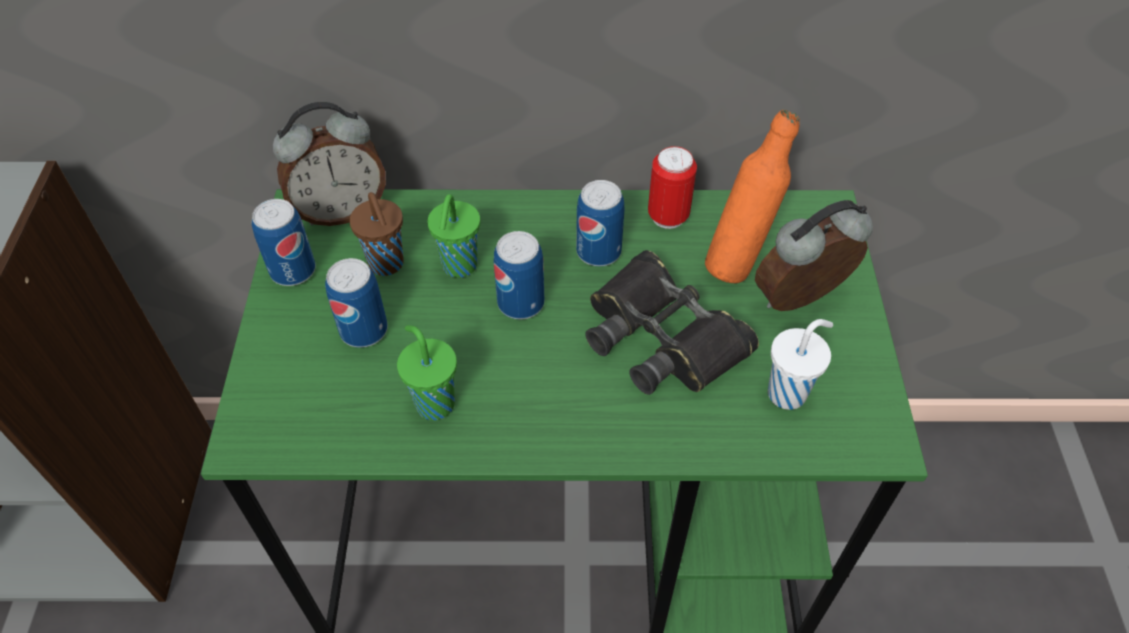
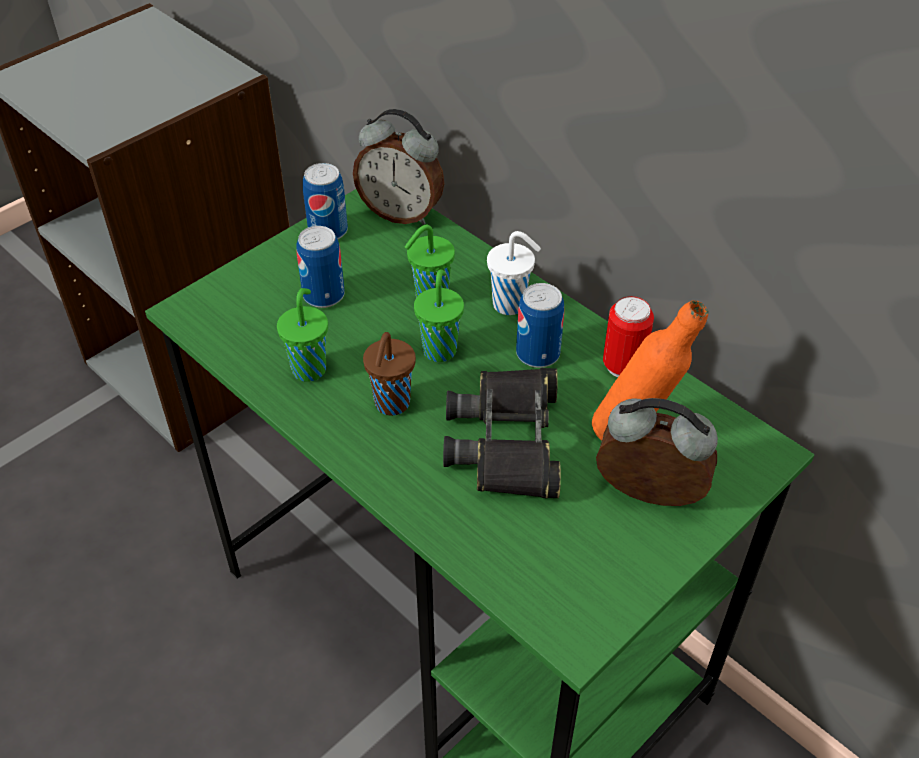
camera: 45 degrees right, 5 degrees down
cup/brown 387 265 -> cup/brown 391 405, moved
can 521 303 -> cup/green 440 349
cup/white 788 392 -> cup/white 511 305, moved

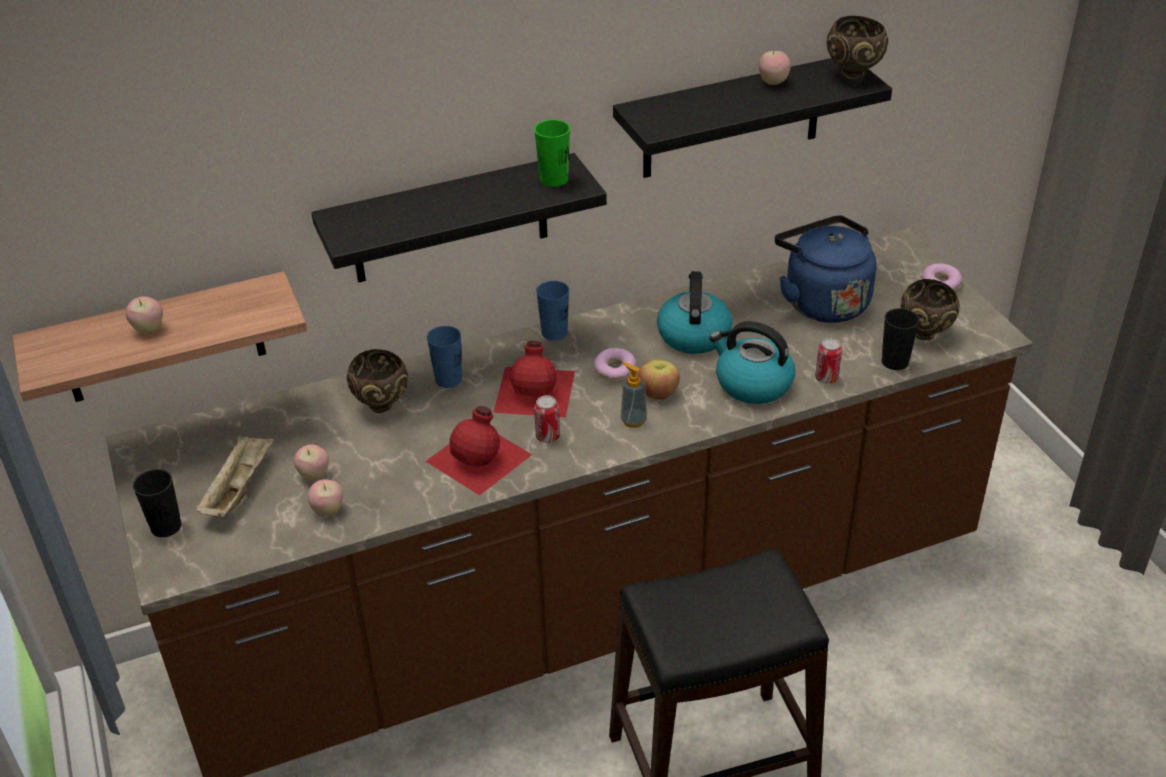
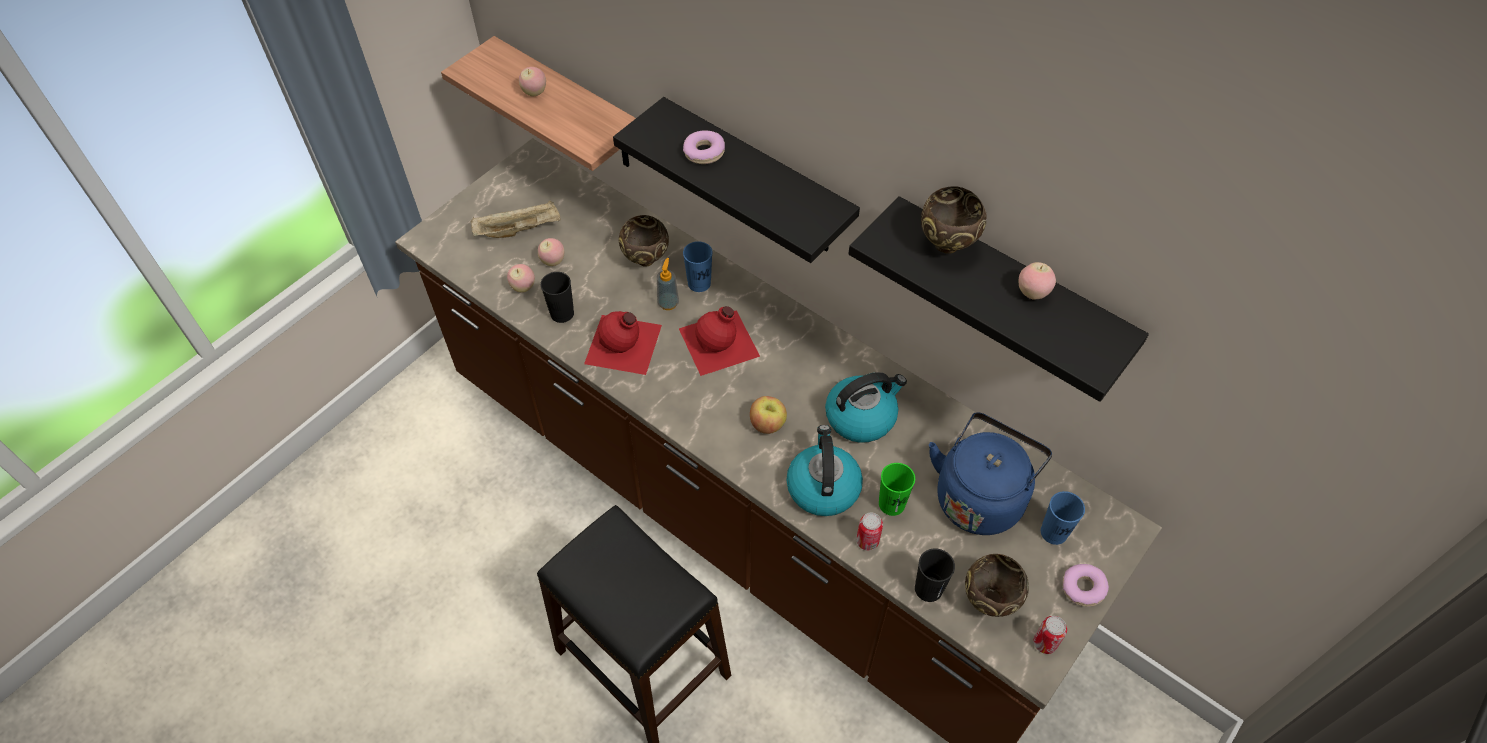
camera: 60 degrees right, 15 degrees up
cup/black 166 526 -> cup/black 562 313, moved
cup/green 554 179 -> cup/green 891 504, moved
can 547 436 -> can 1045 643, moved
cup/blue 554 333 -> cup/blue 1054 532, moved
donut 614 370 -> donut 704 152, moved
soap dispenser 633 420 -> soap dispenser 668 303, moved
bowl/brown 854 75 -> bowl/brown 947 246, moved

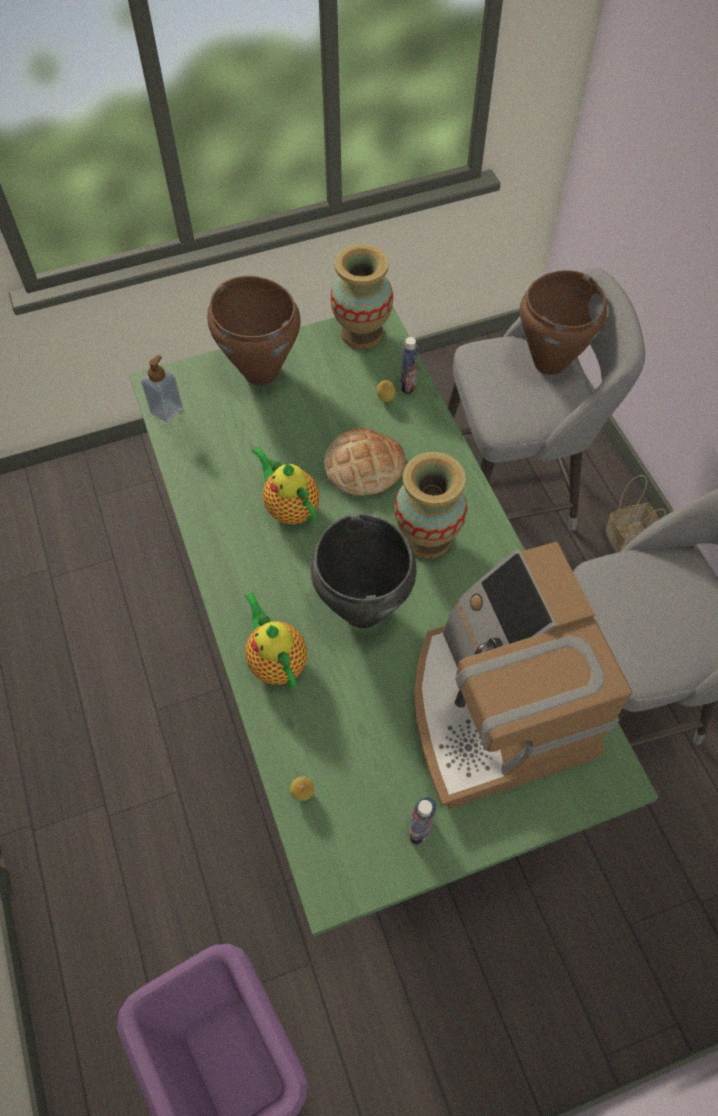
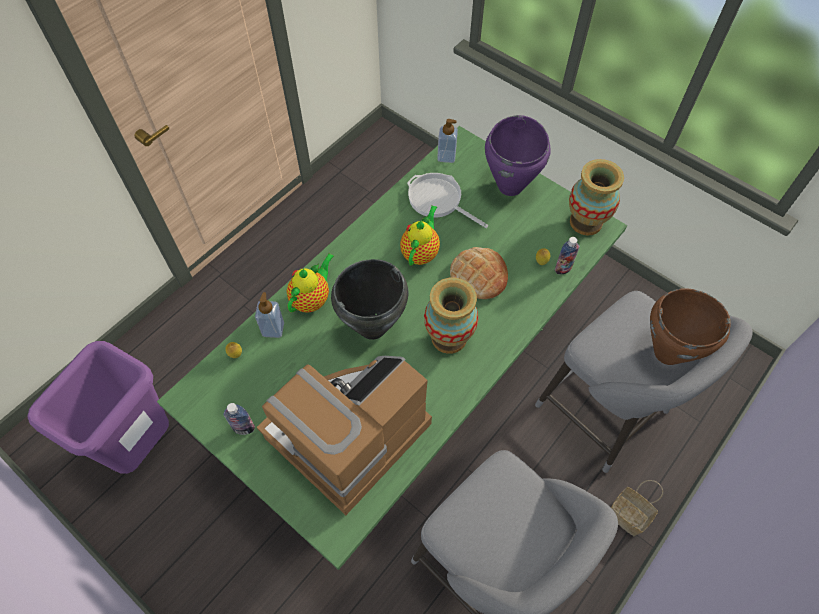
camera: 60 degrees right, 0 degrees up
cooking pot/brown 261 372 -> cooking pot/purple 510 186
none -> soap dispenser 273 329
none -> frying pan 438 200

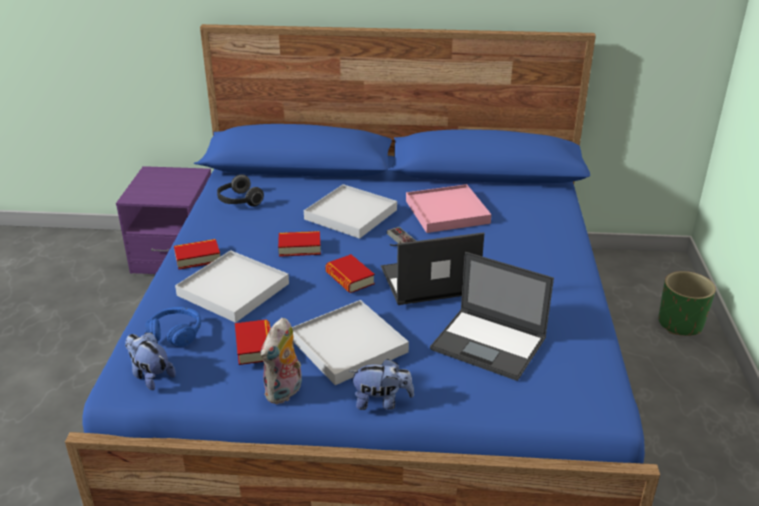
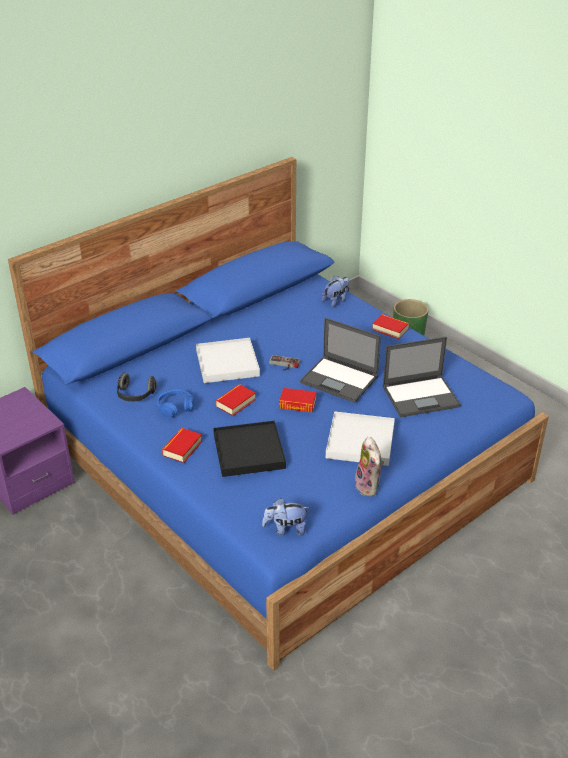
camera: 45 degrees left, 5 degrees up
headphones/blue 175 333 -> headphones/blue 175 407, moved
tray/white 233 289 -> tray/black 249 451
book 254 346 -> book 390 329, moved
plush toy 381 402 -> plush toy 336 301, moved
laptop 428 281 -> laptop 340 380, 90 degrees counterclockwise
tray/pink 447 212 -> none

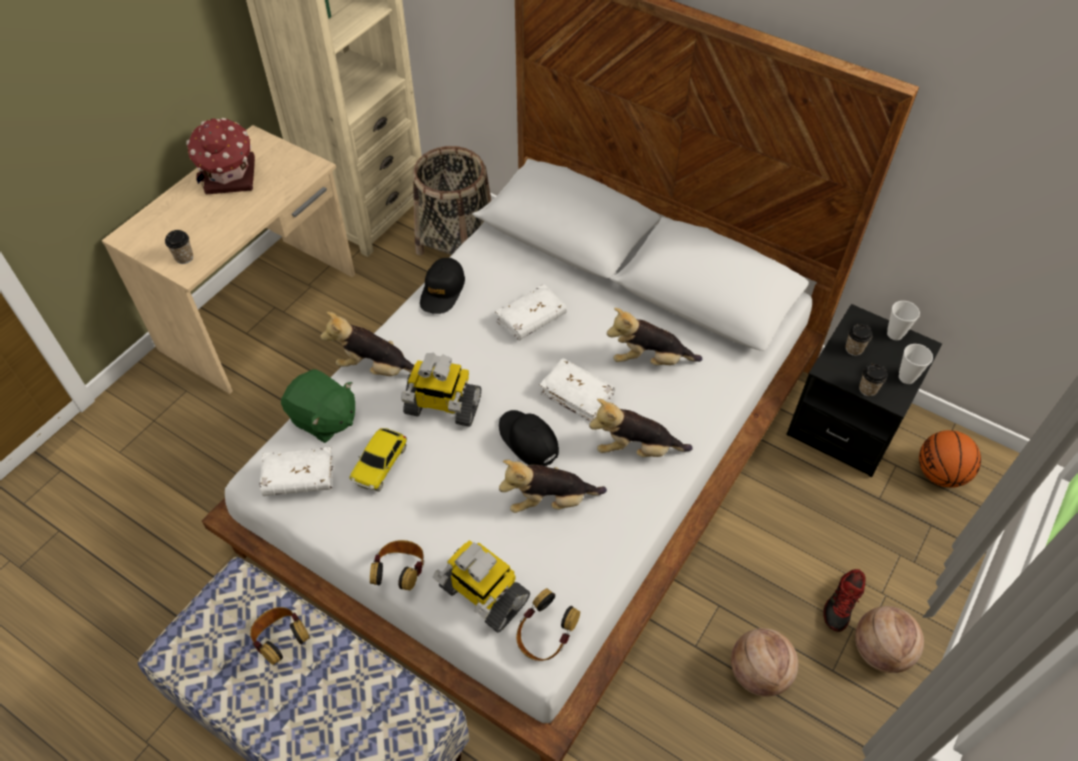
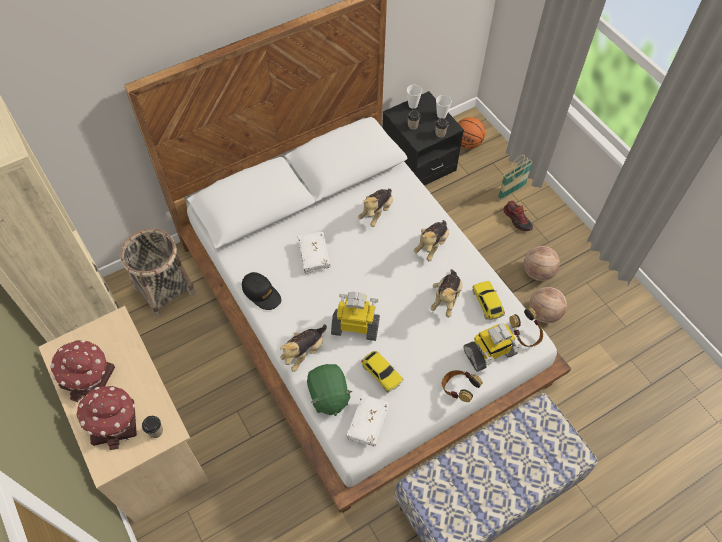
camera: 65 degrees left, 5 degrees up
headphones 281 640 -> none
plush toy/green 323 419 -> plush toy/green 328 396, 105 degrees clockwise
toy robot 442 407 -> toy robot 356 326, 120 degrees counterclockwise
cap/black 528 440 -> none
book/white 577 395 -> none
basketball 880 651 -> basketball 543 313, moved
none -> toy house 115 423
none -> toy car 487 303
none -> basket 511 192

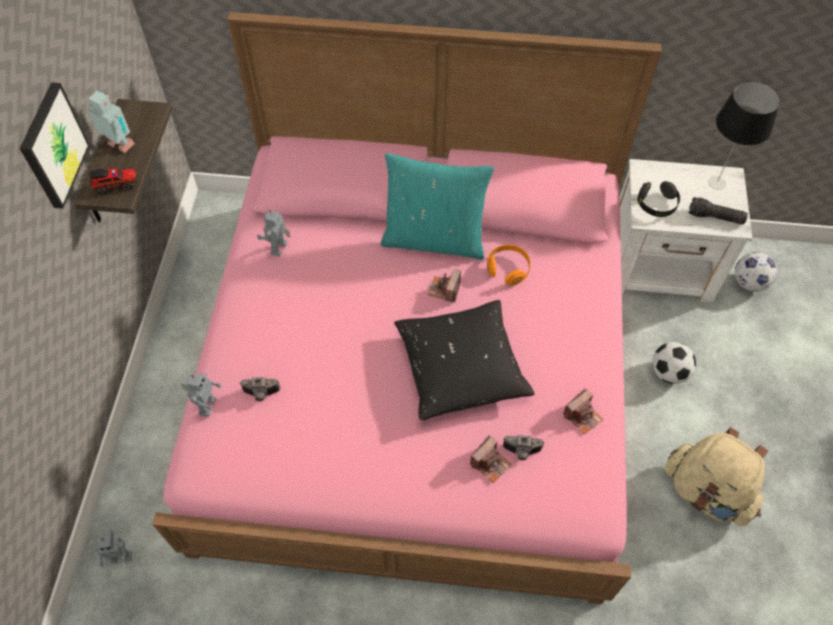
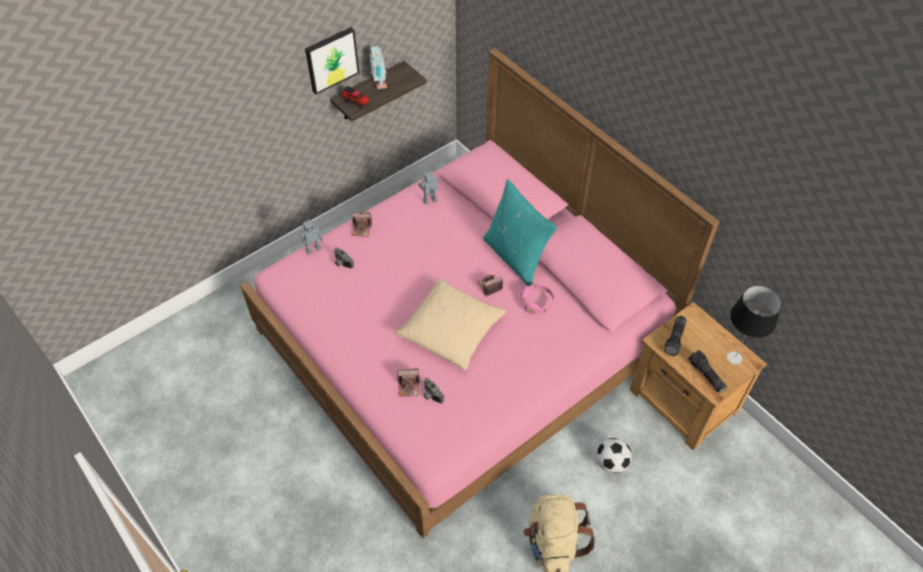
camera: 45 degrees right, 5 degrees down
toy robot 122 556 -> none
pillow/black 461 366 -> pillow/beige 451 330
headphones/orange 508 269 -> headphones/pink 537 303
photo camera 582 416 -> photo camera 361 229, moved
nightstand/white 660 266 -> nightstand/brown 684 402
headphones/black 656 205 -> flashlight 675 339
football 749 282 -> none

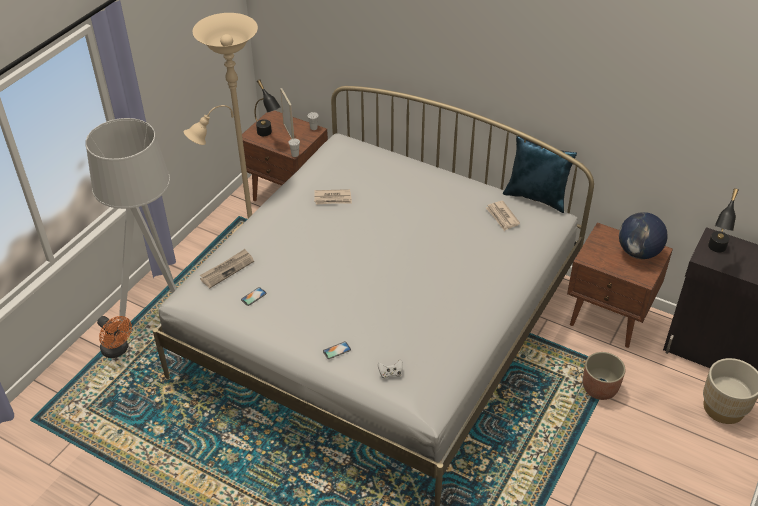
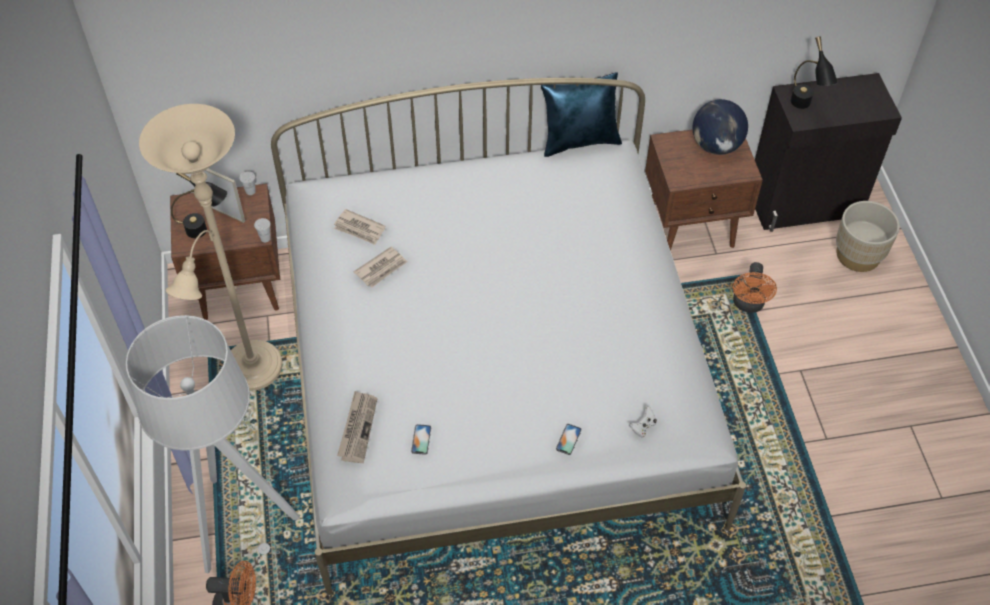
camera: 40 degrees left, 10 degrees up
newspaper 502 217 -> newspaper 359 229, moved
planter 600 388 -> fan/orange 748 305

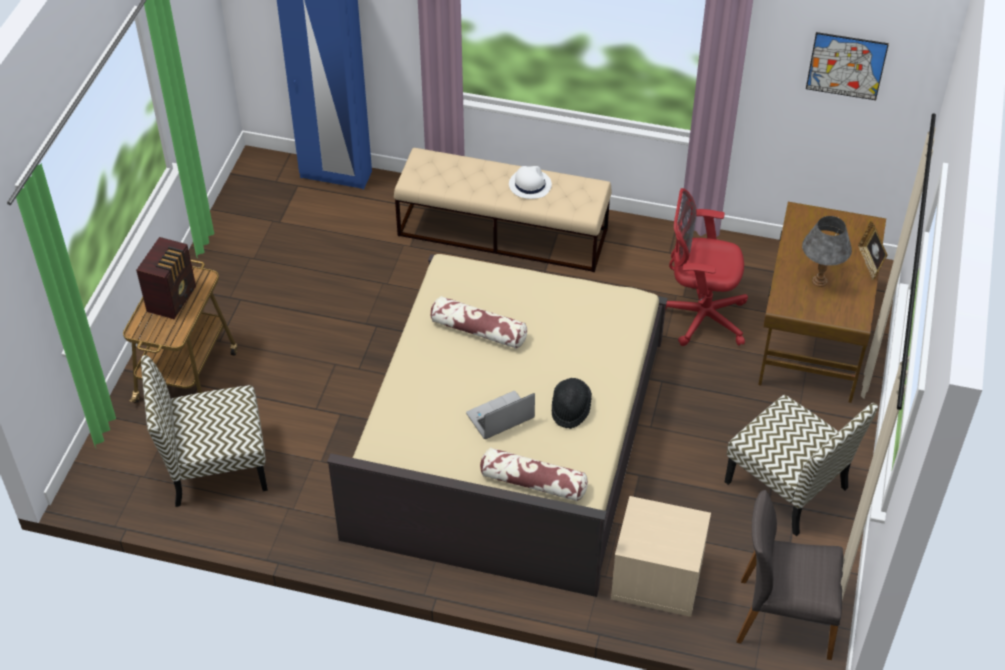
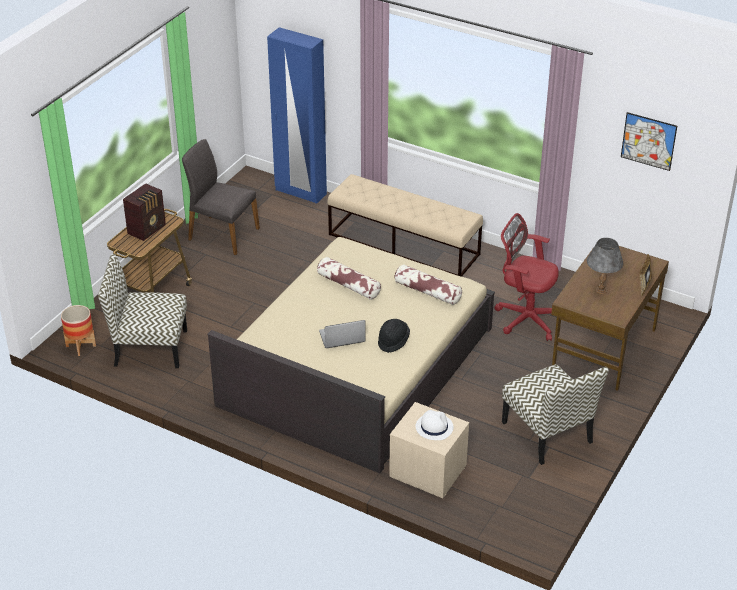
camera: 15 degrees right, 10 degrees down
pillow 533 482 -> pillow 427 292, moved
hat/white 529 184 -> hat/white 434 427, moved
chair/grey 783 616 -> chair/grey 222 234, moved
none -> planter 81 346

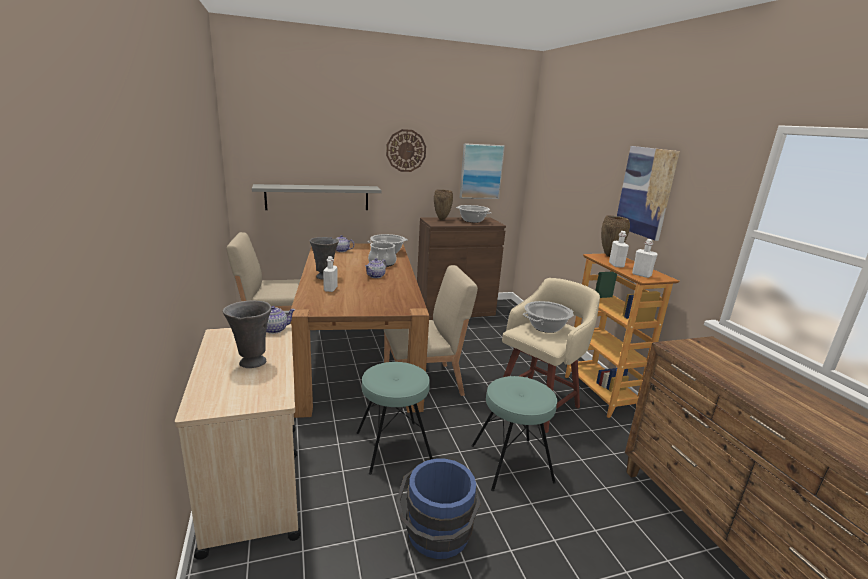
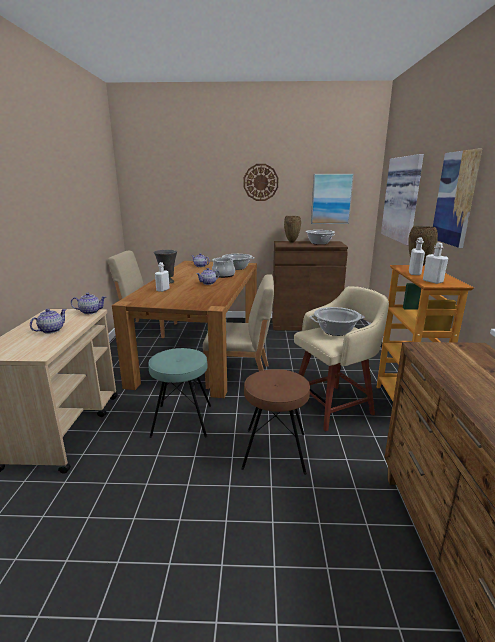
camera: 20 degrees right, 0 degrees up
vase/grey 251 363 -> teapot 51 330
shelf/grey 317 197 -> none
bucket/blue 436 537 -> none
stool/turquoise 511 463 -> stool/brown 274 450
none -> picture 404 199

